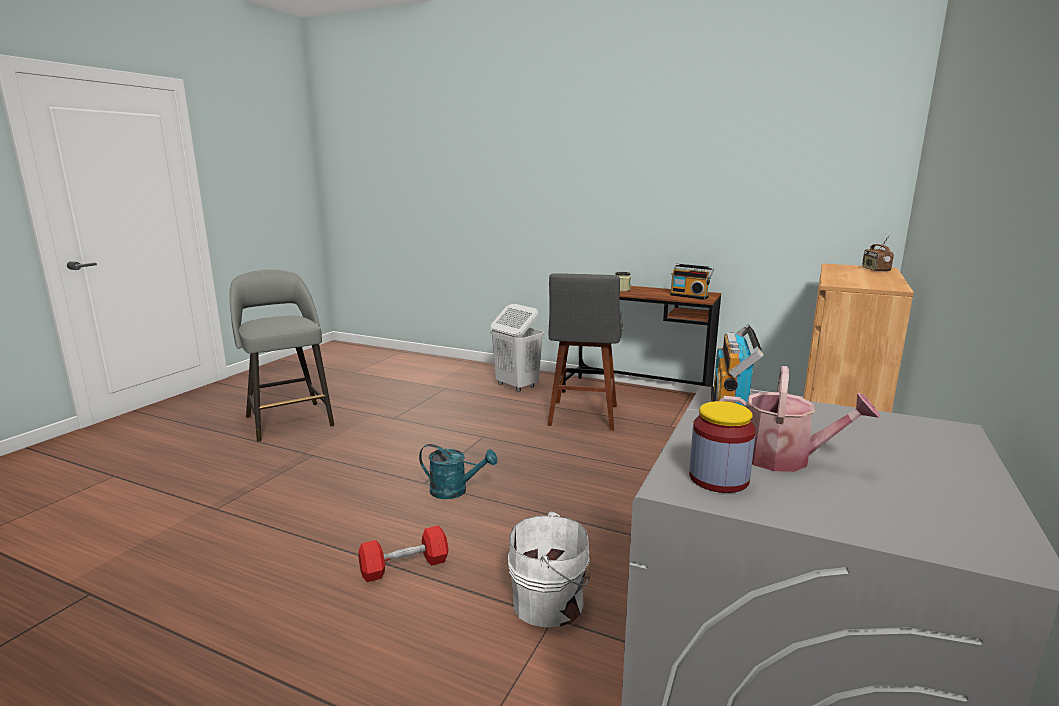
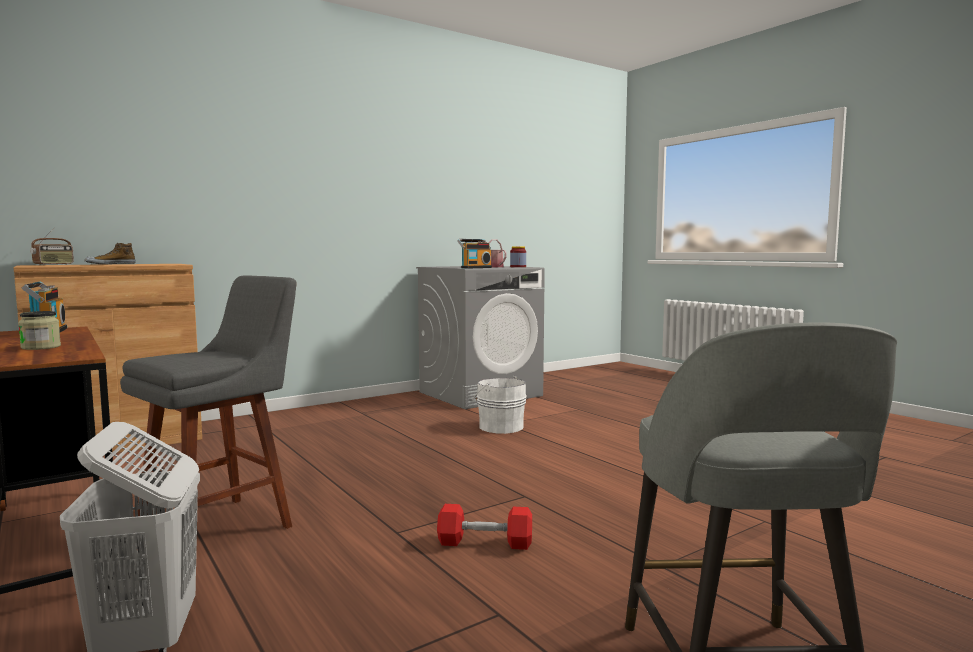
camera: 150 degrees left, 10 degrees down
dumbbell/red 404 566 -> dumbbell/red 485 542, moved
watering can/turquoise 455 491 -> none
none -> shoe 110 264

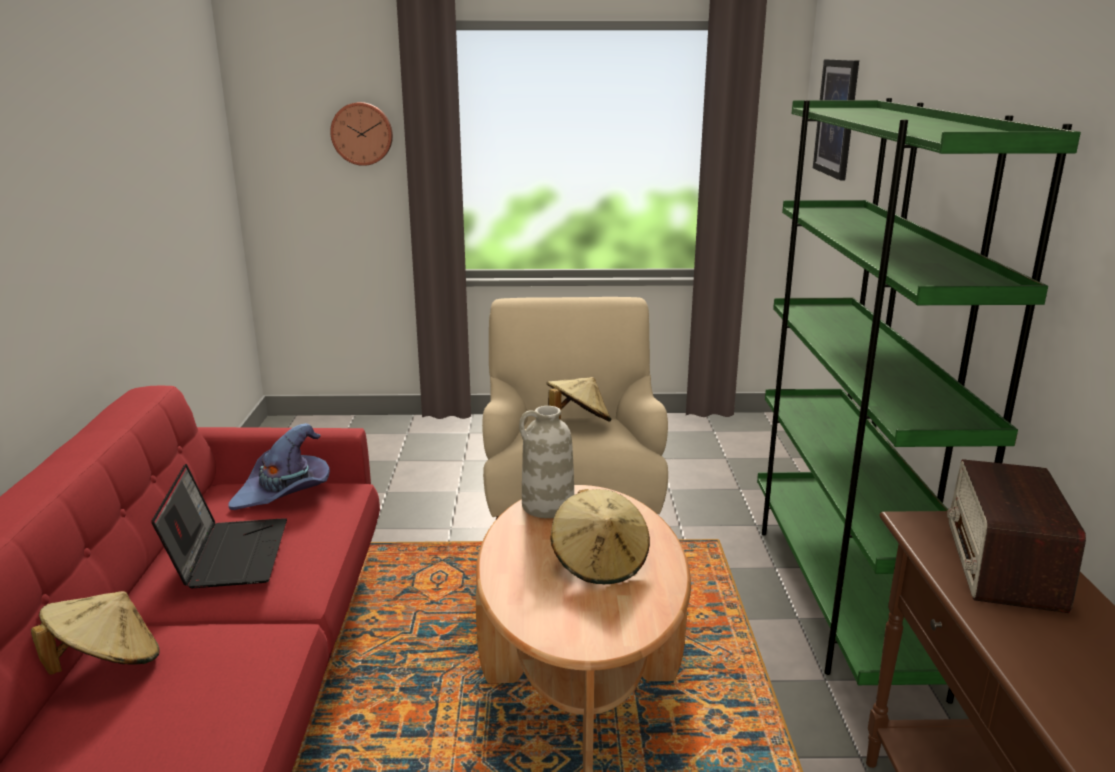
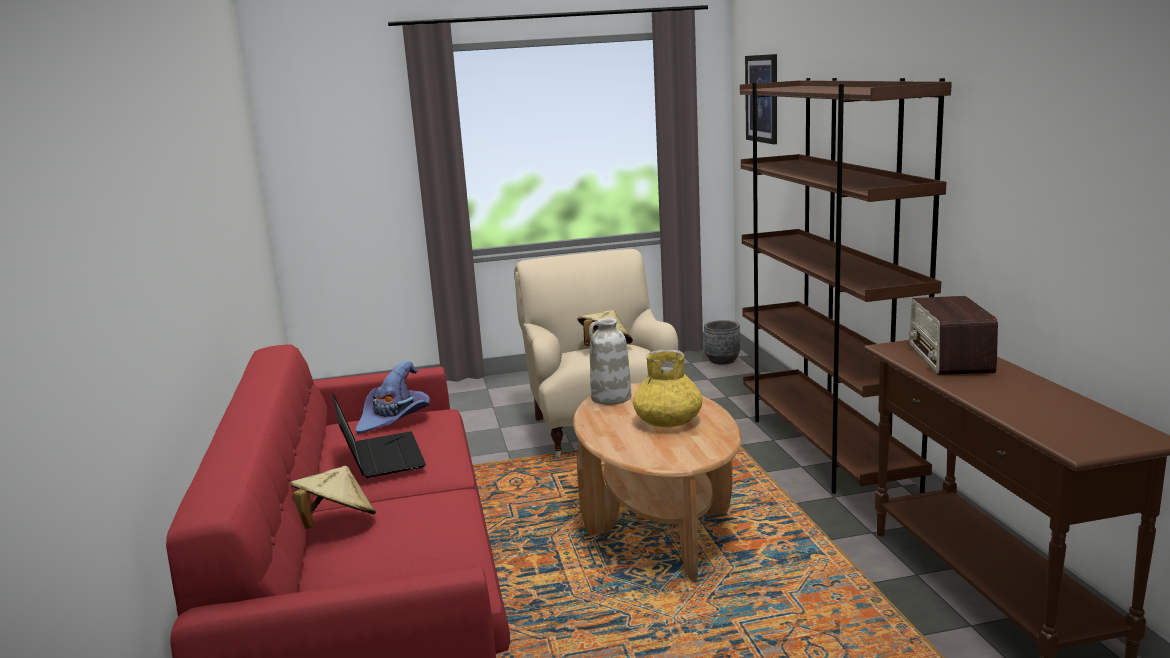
camera: 10 degrees left, 5 degrees down
wall clock 362 133 -> none
hat/beige 600 562 -> vase/yellow 668 422
bookcase/green 838 595 -> bookcase/brown 825 449
none -> planter/grey 722 360

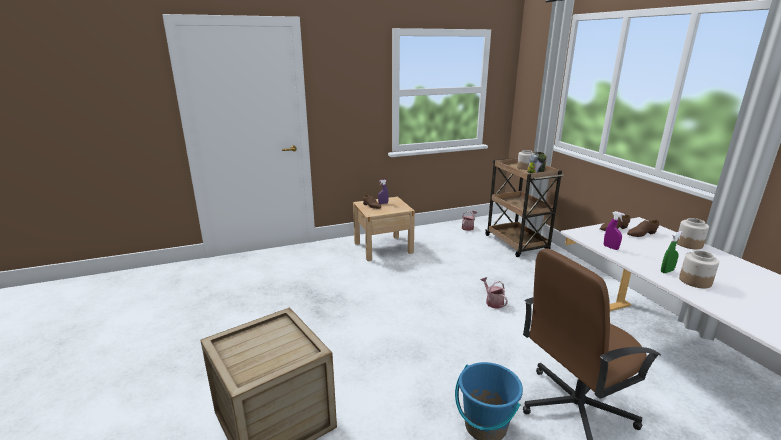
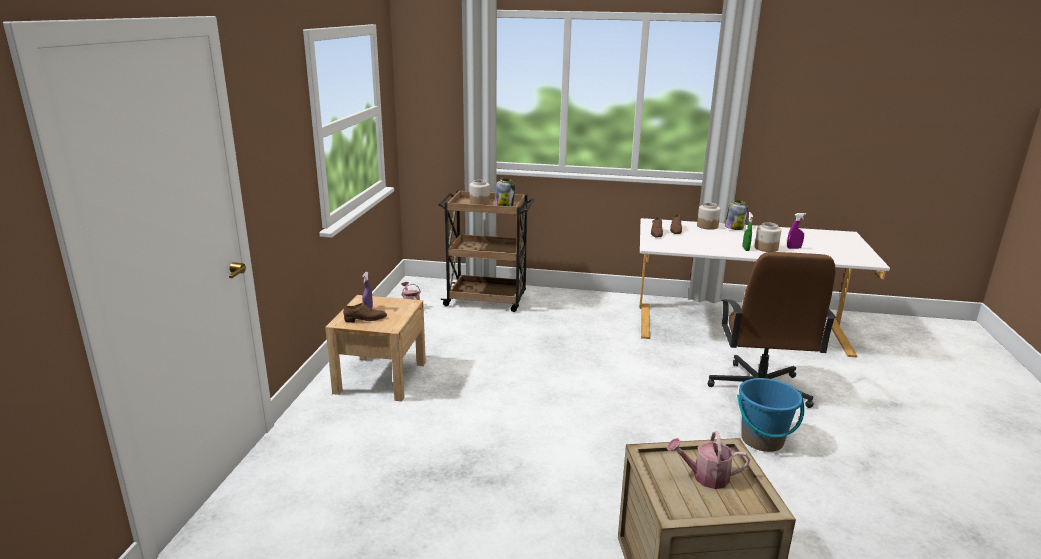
camera: 60 degrees left, 0 degrees up
watering can 493 302 -> watering can 705 477, moved
spray bottle/purple 610 247 -> spray bottle/purple 793 248, moved
none -> jar 734 227

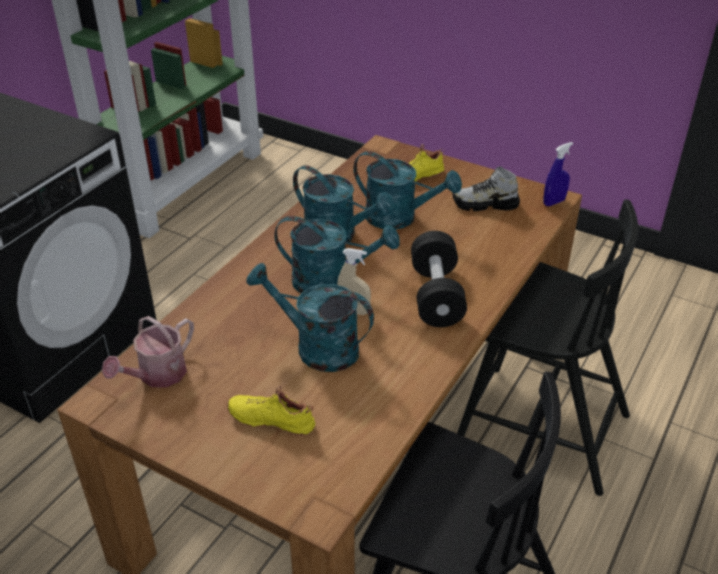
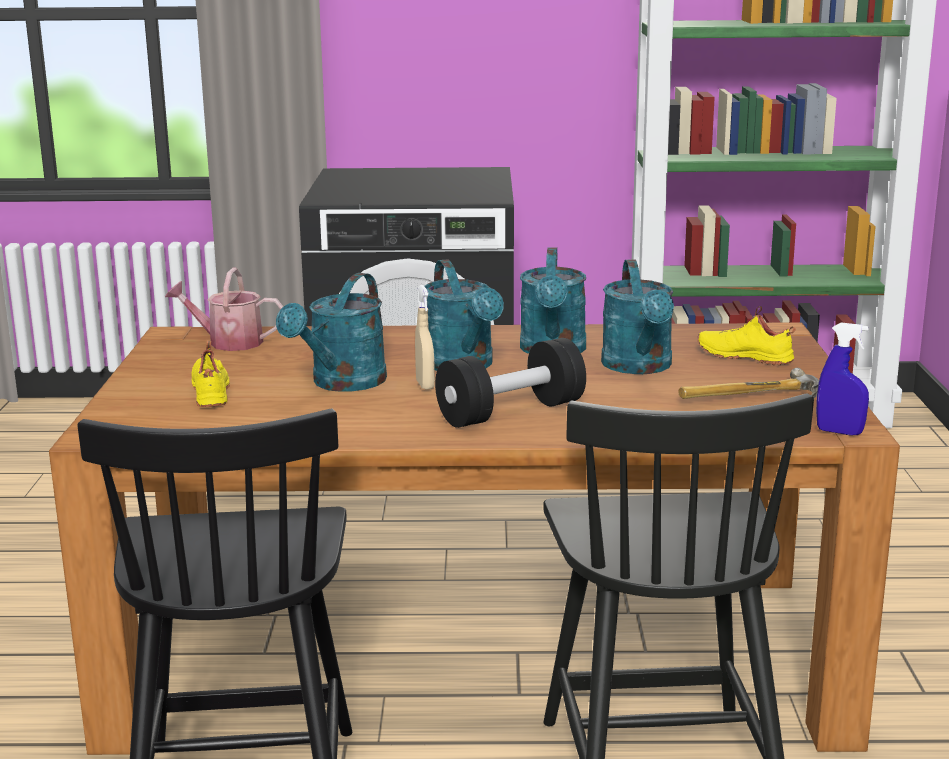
camera: 60 degrees right, 20 degrees down
watering can/turquoise 316 347 -> watering can/turquoise 342 384, 150 degrees counterclockwise
shoe 485 204 -> hammer 754 399

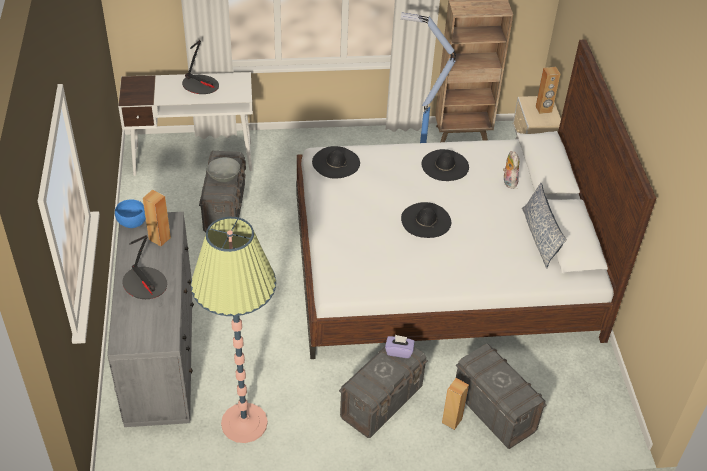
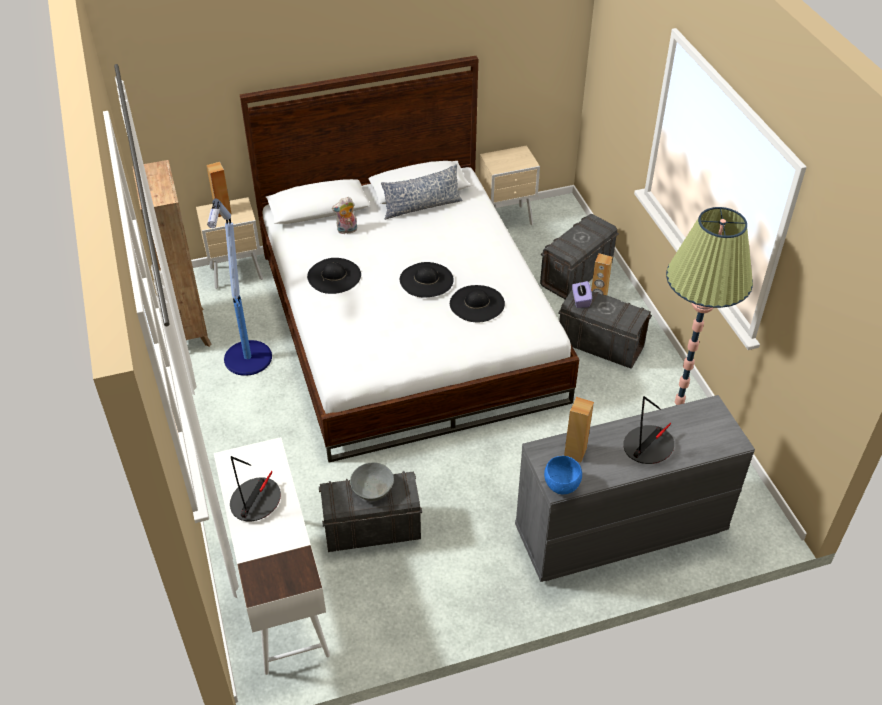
camera: 100 degrees left, 0 degrees up
hat/black 336 162 -> hat/black 477 303, moved
none -> nightstand/beige 507 220

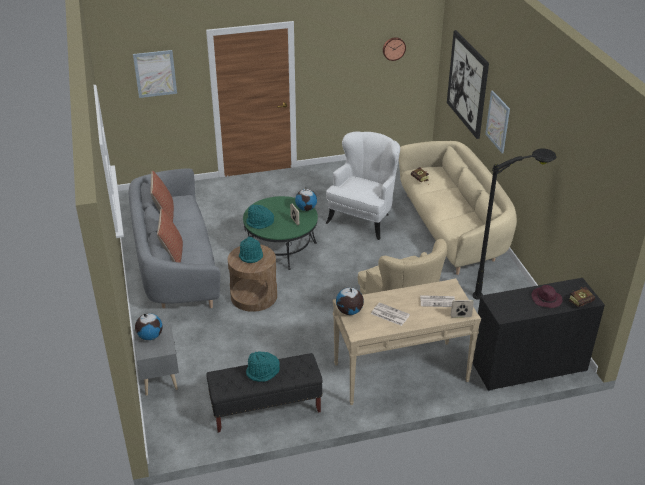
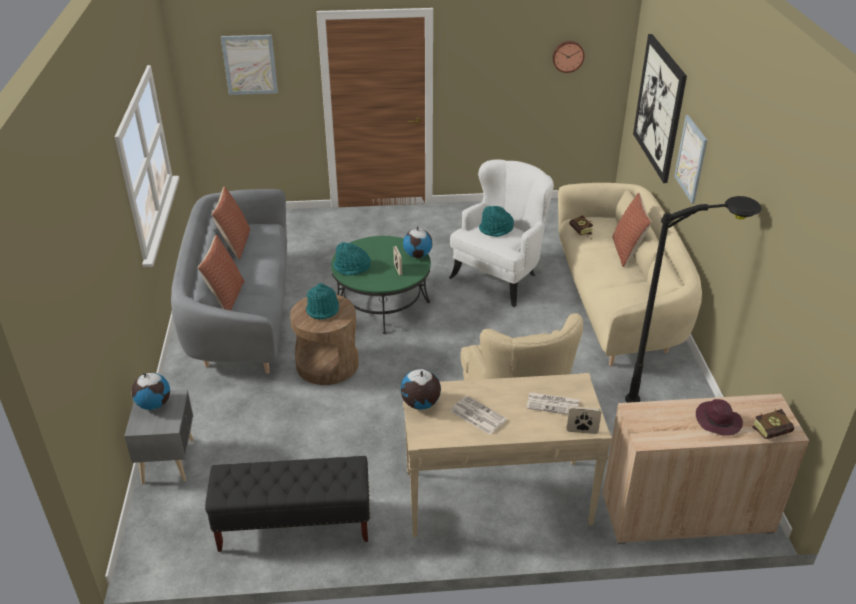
camera: 10 degrees right, 0 degrees up
hat/turquoise 263 372 -> hat/turquoise 496 229, moved
cabinet/black 528 366 -> cabinet/beige 686 514
none -> pillow 627 251

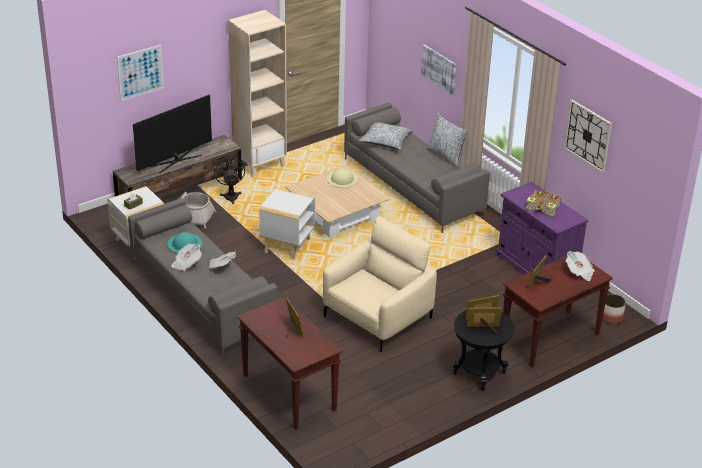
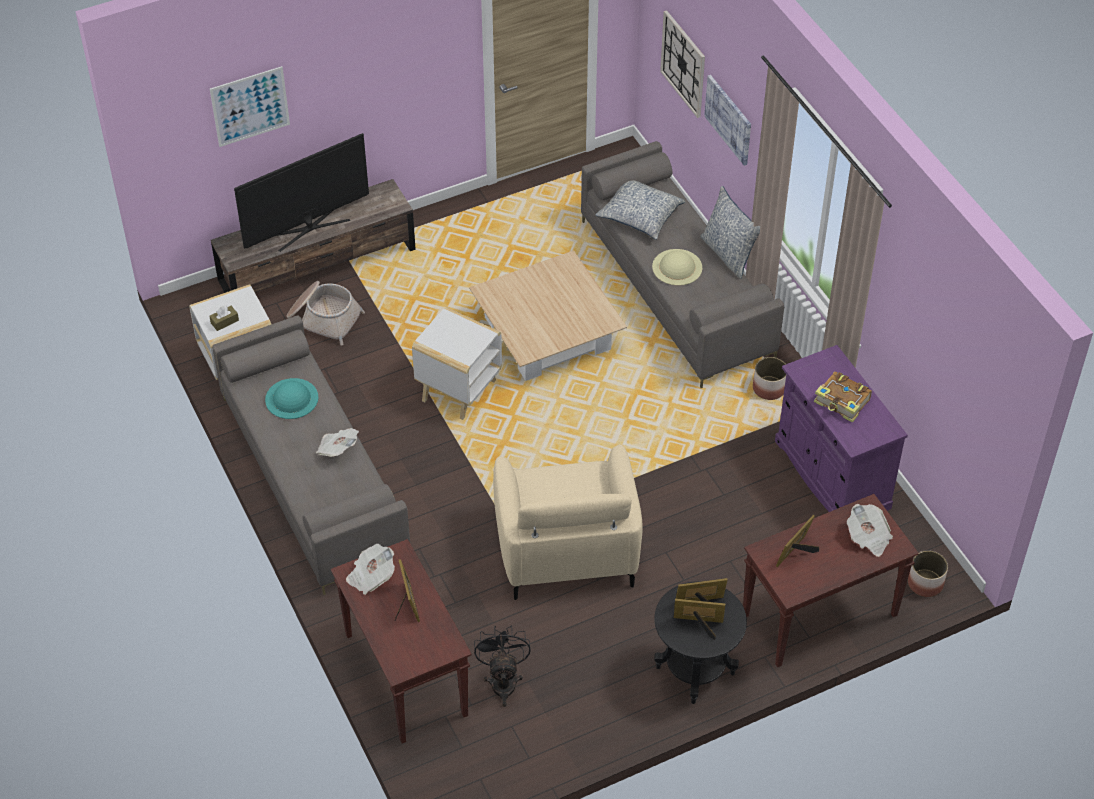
camera: 10 degrees right, 15 degrees up
newspaper 186 264 -> newspaper 371 576, moved
fan/black 230 195 -> fan/black 503 681, moved
bookcase/beige 260 164 -> none
armchair/beige 377 317 -> armchair/beige 566 546, 120 degrees clockwise
hat/beige 342 179 -> hat/beige 677 267, moved
wall clock 588 135 -> wall clock 683 63, moved
none -> planter 769 388

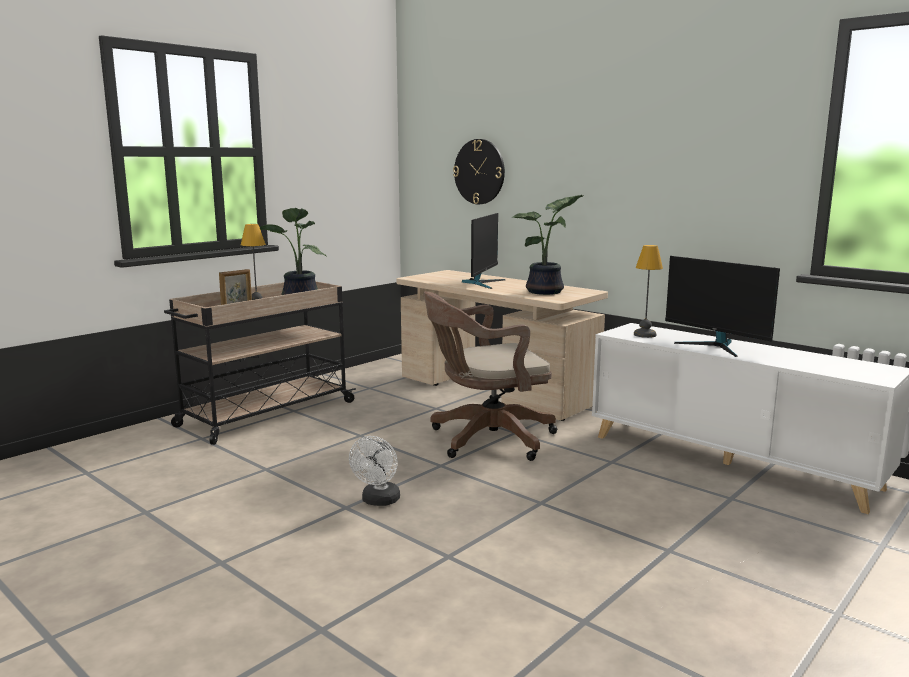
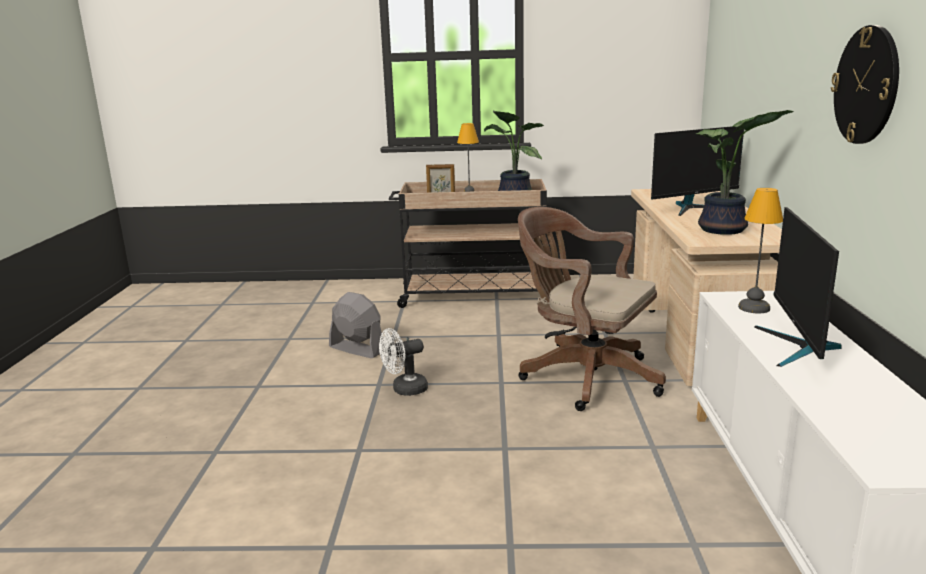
camera: 50 degrees right, 5 degrees up
wall clock 479 172 -> wall clock 866 85, moved
none -> fan/grey 357 349

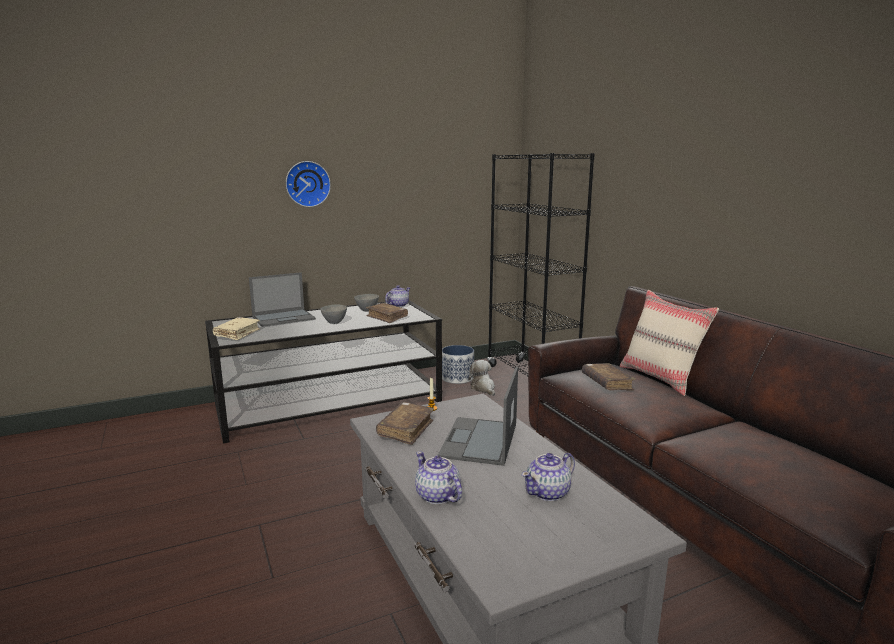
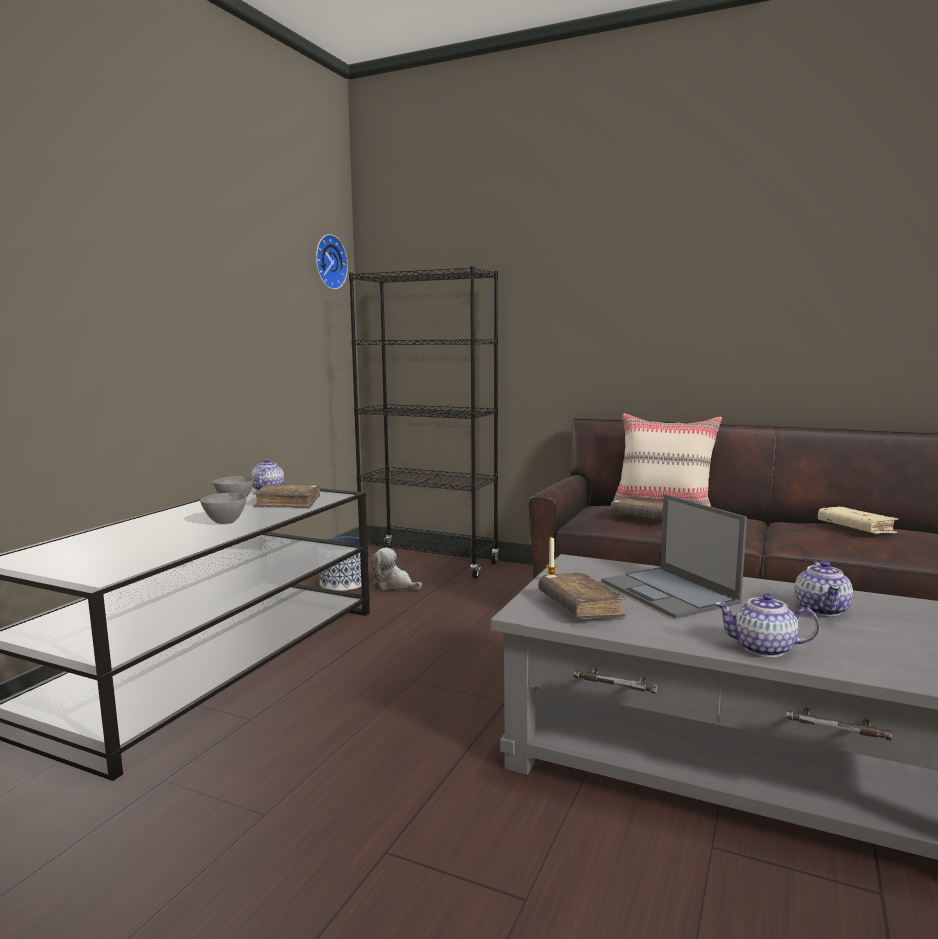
camera: 40 degrees left, 5 degrees down
book/beige 237 334 -> book/beige 855 529, moved
laptop 284 318 -> none
wall clock 307 184 -> wall clock 328 262, moved

